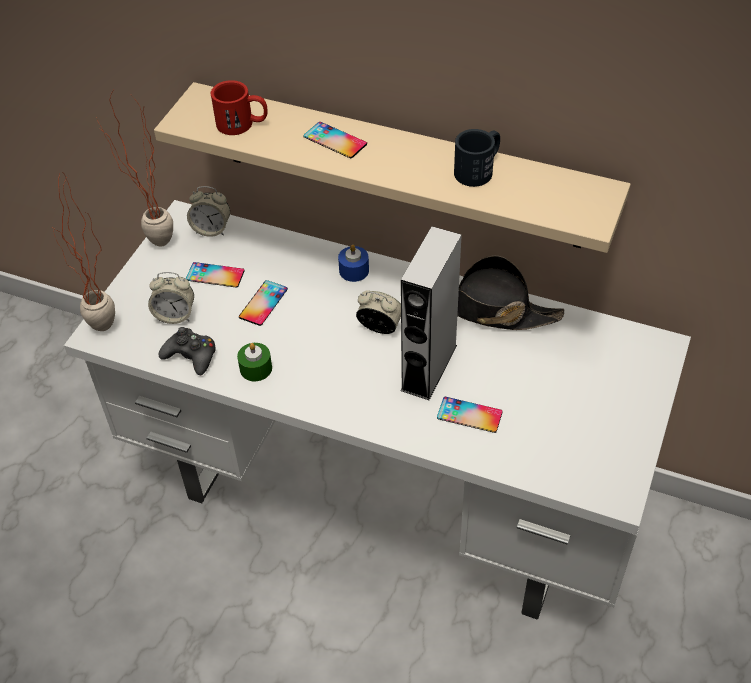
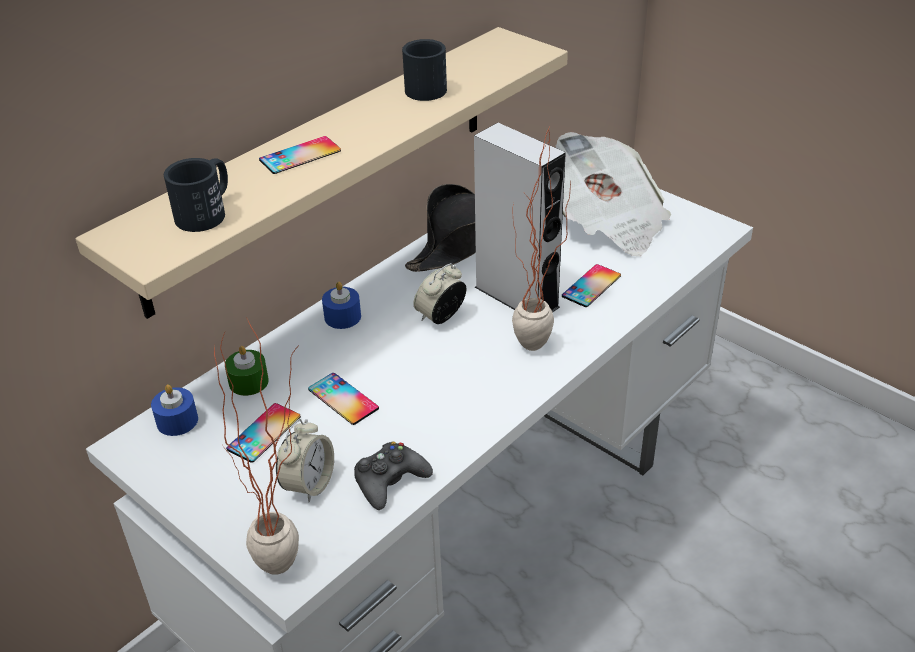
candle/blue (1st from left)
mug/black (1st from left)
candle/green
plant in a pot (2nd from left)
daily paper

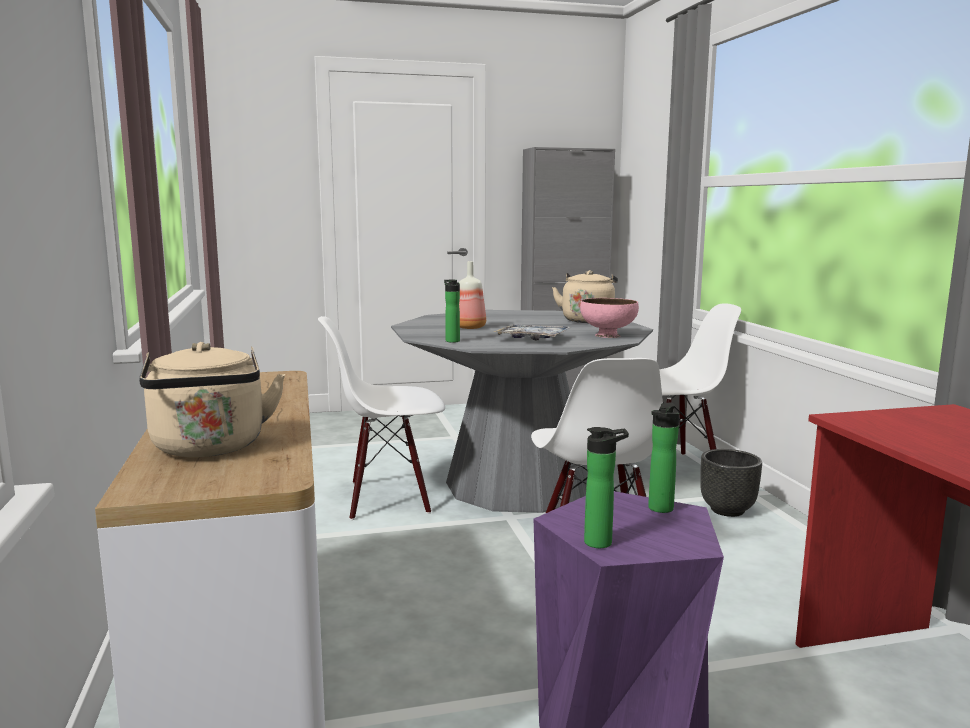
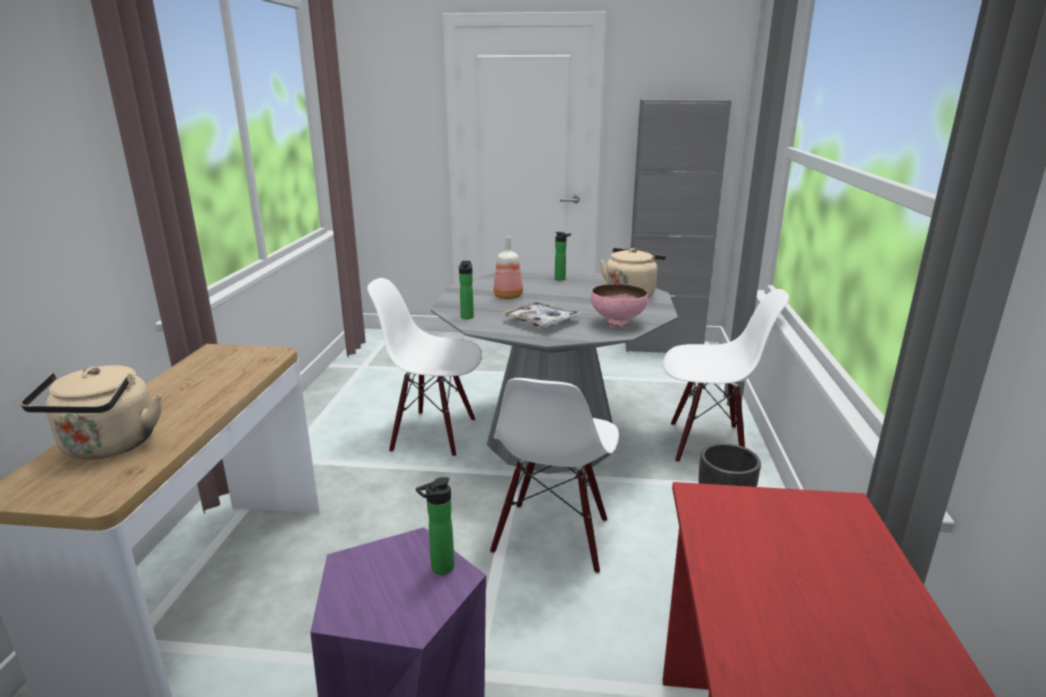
bottle (4th from left)

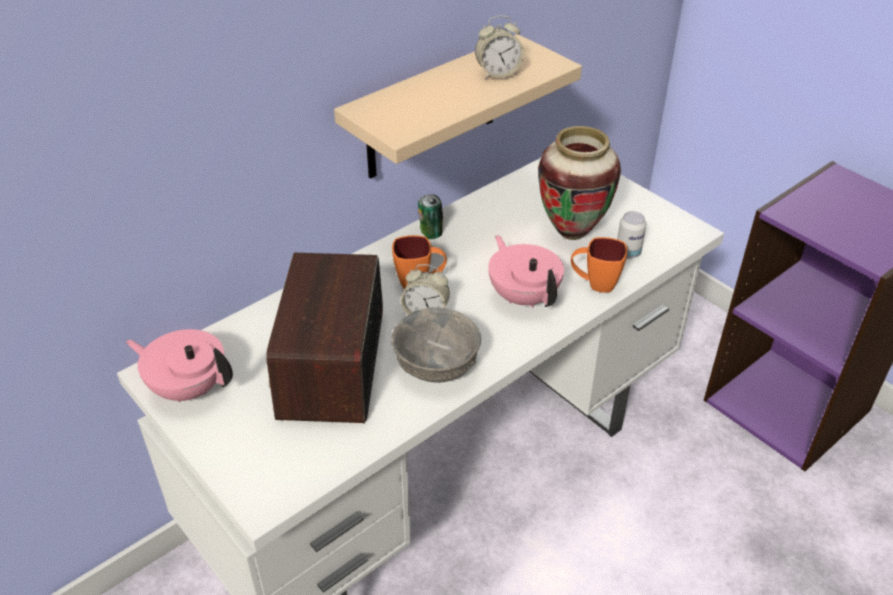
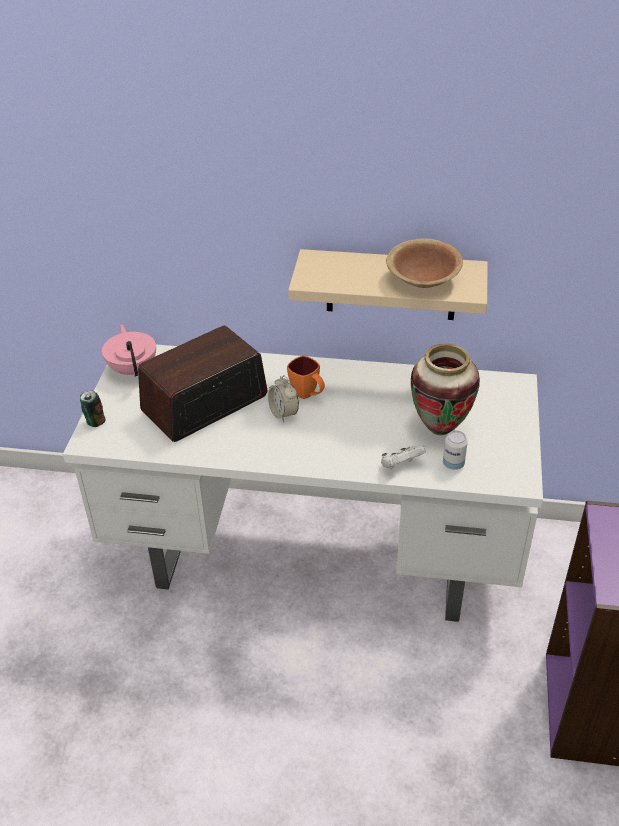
sealed can (1st from left)
game controller/white
deep dish/brown-coloured
deep dish/greyish
teapot/pink-coloured (2nd from left in the first image)

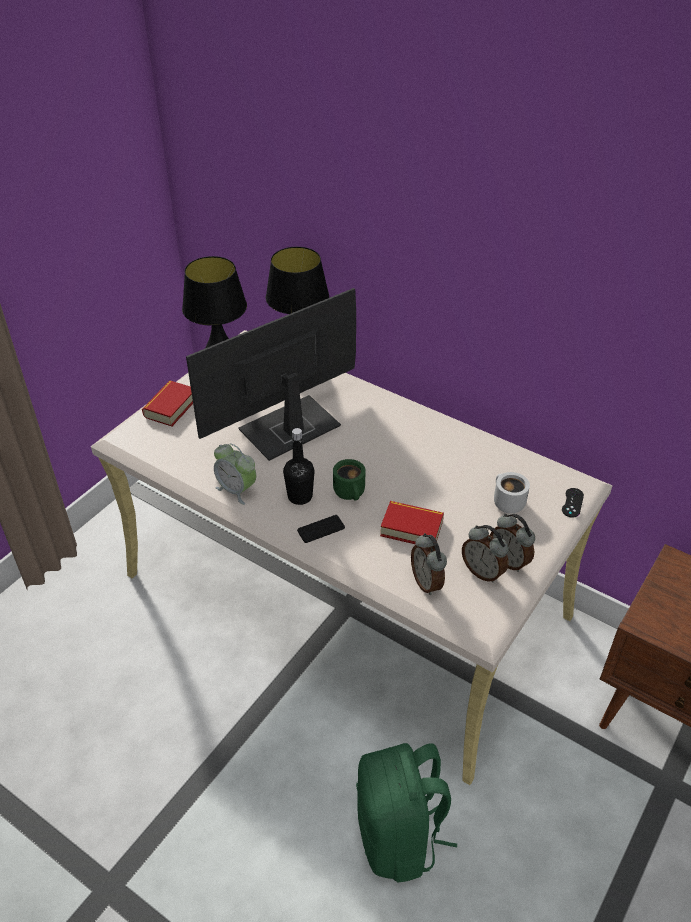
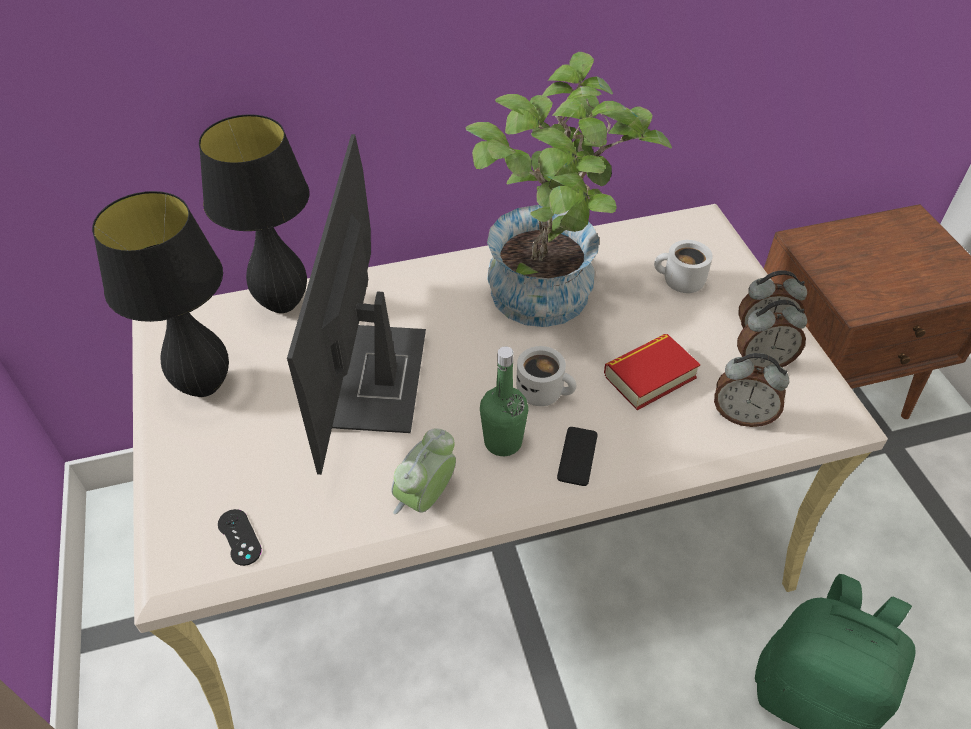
game controller/black
table clock (1st from left)
plant in a pot
bottle/green
mug/white (1st from left)
volume (1st from left in the first image)

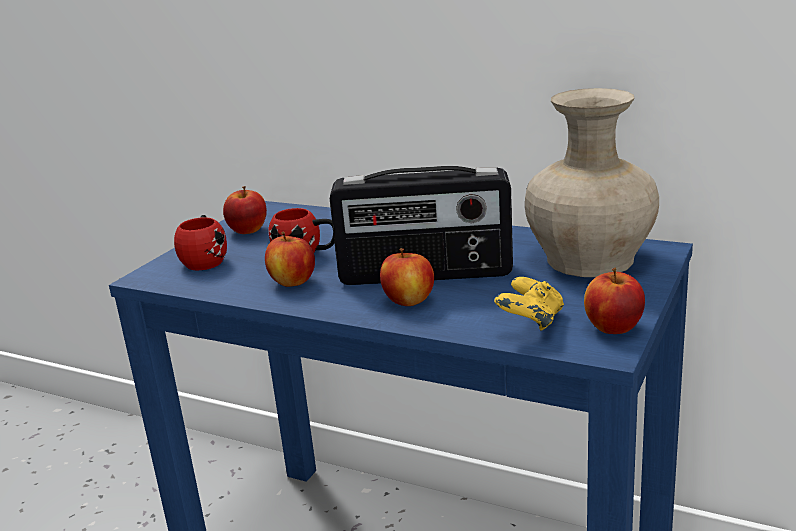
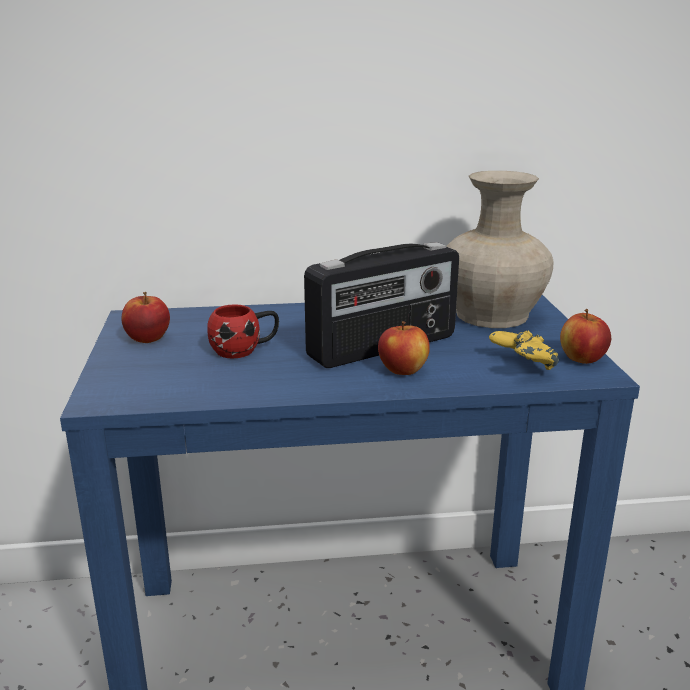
mug/reddish (1st from left in the first image)
apple (2nd from left in the first image)

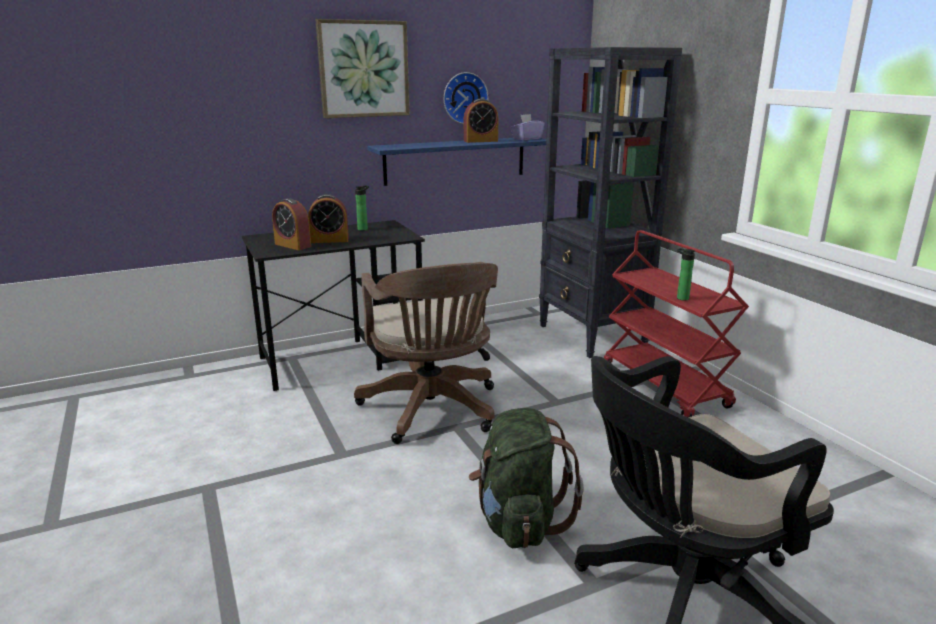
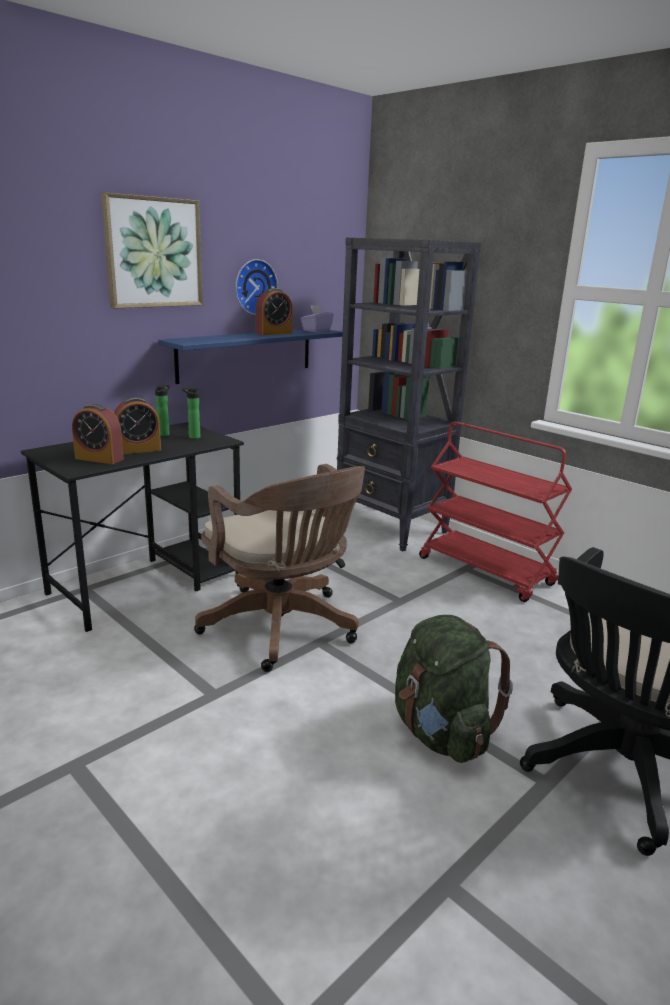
bottle (2nd from left)

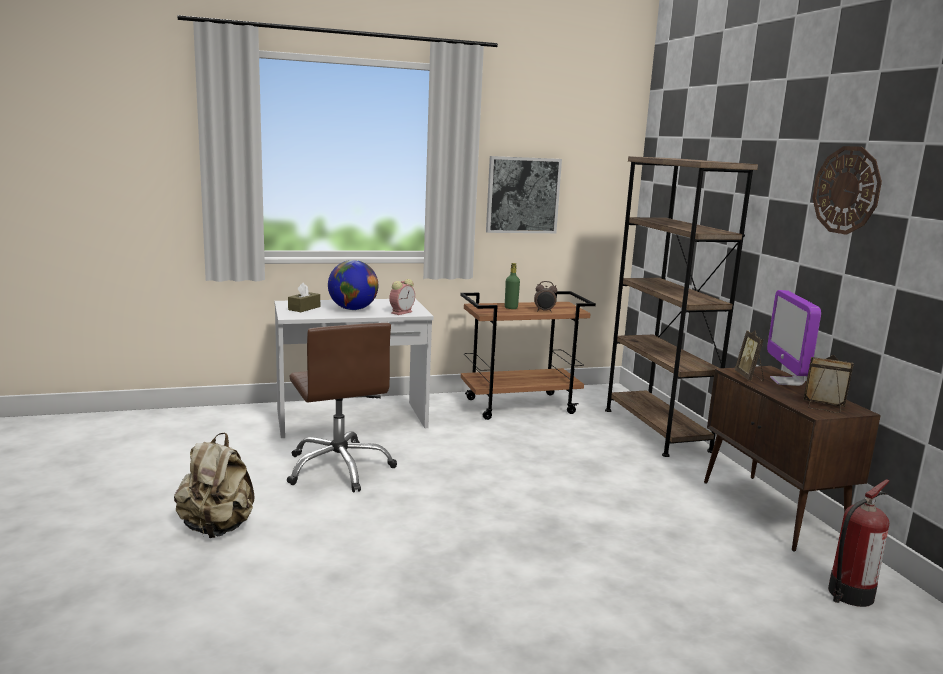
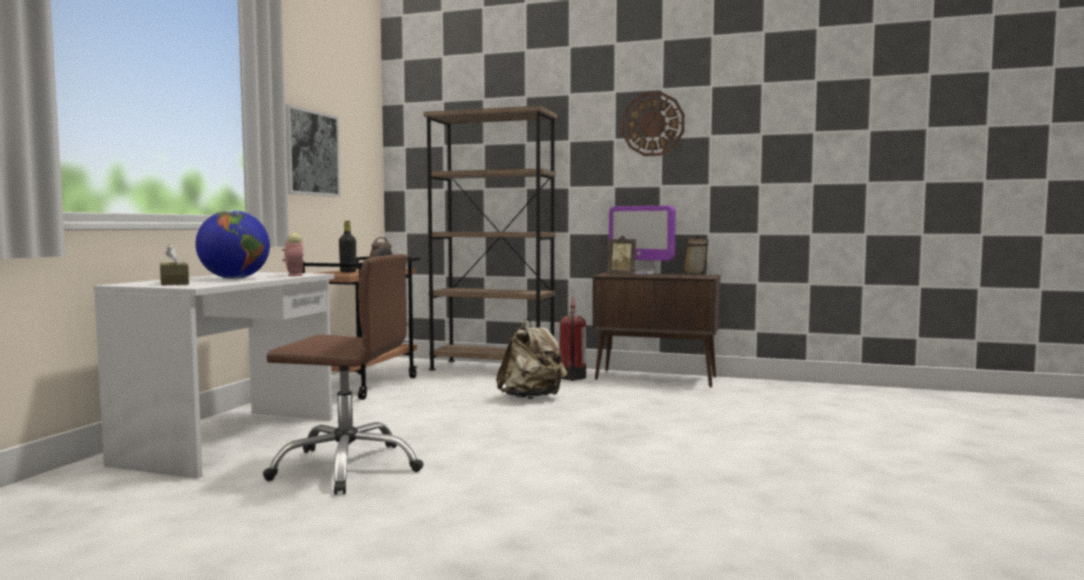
bottle/black
knapsack/sand-coloured
extinguisher

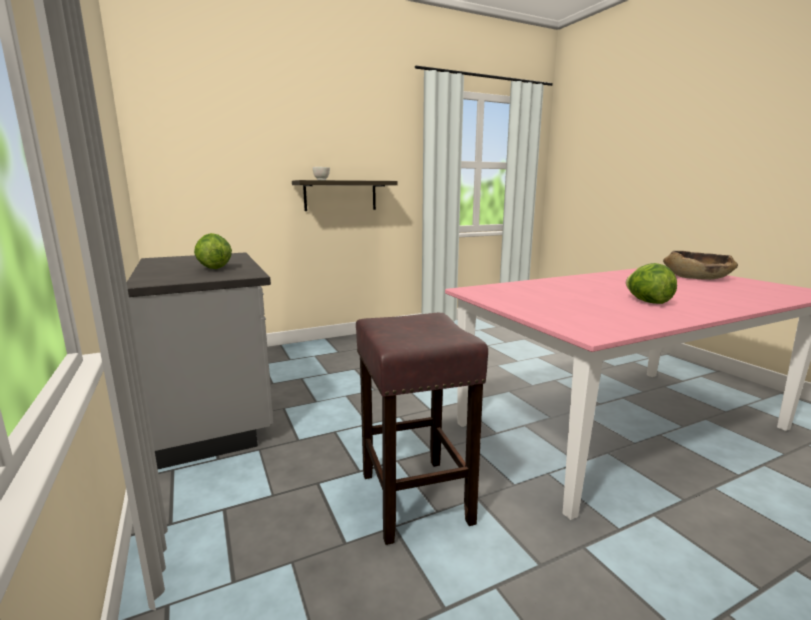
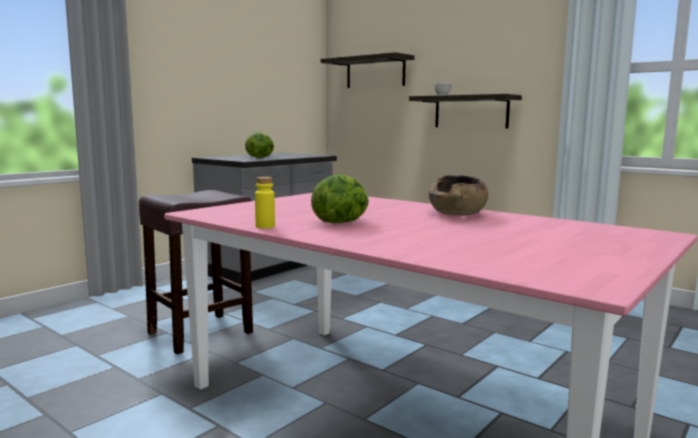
bottle/yellow-coloured
shelf (1st from left)
deep dish/brown-coloured

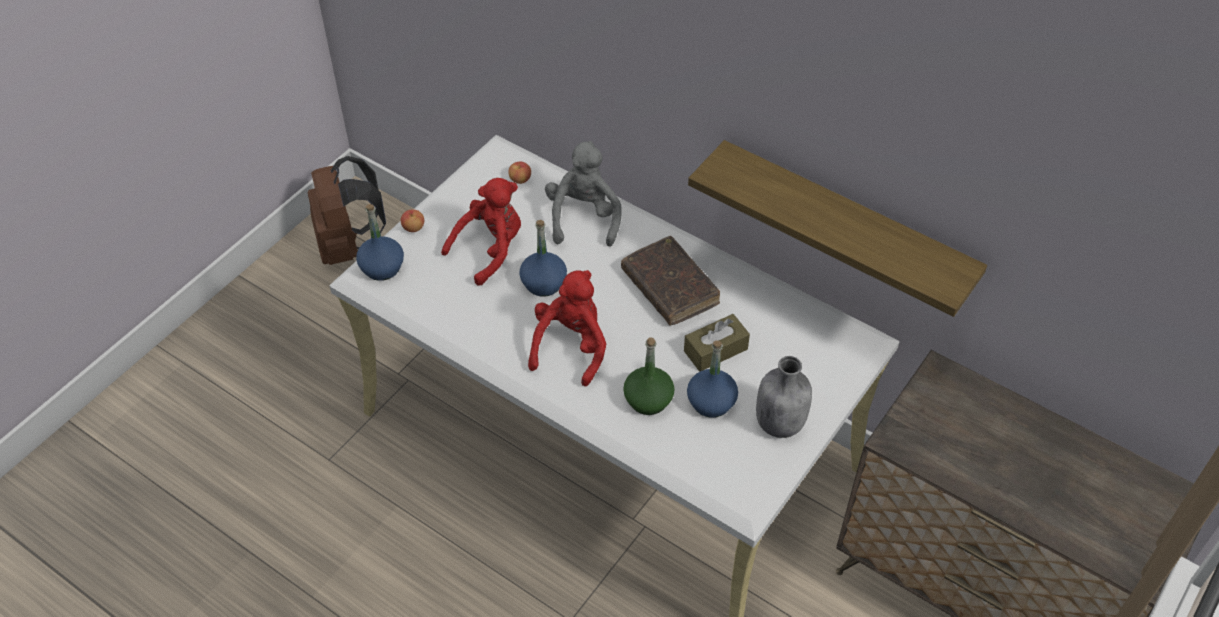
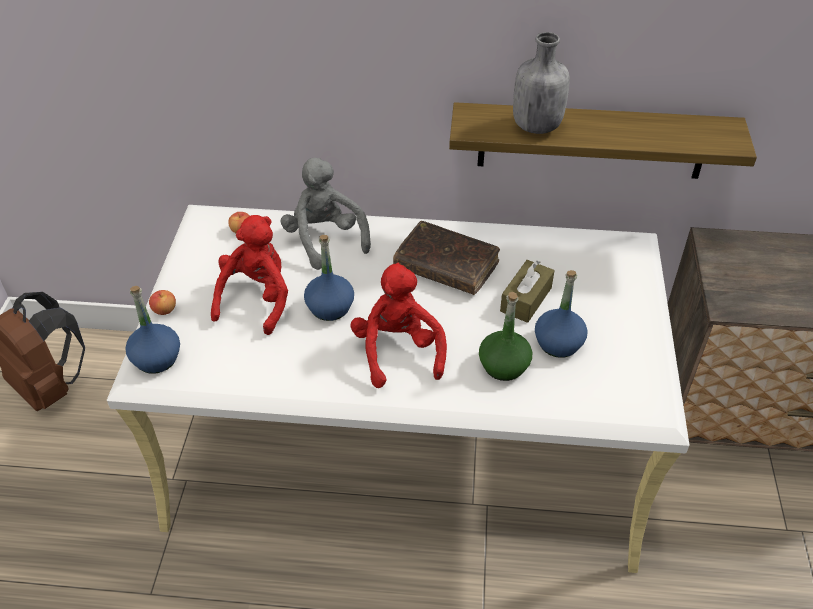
bottle/greyish

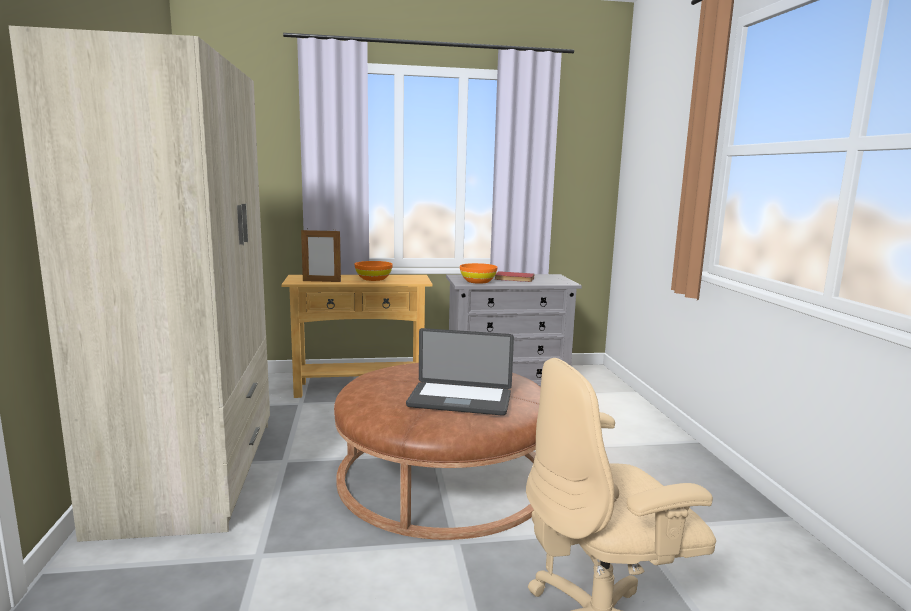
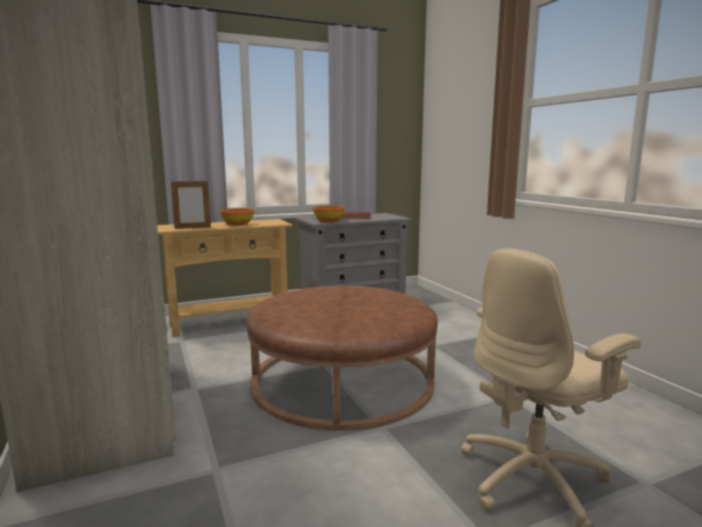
laptop

